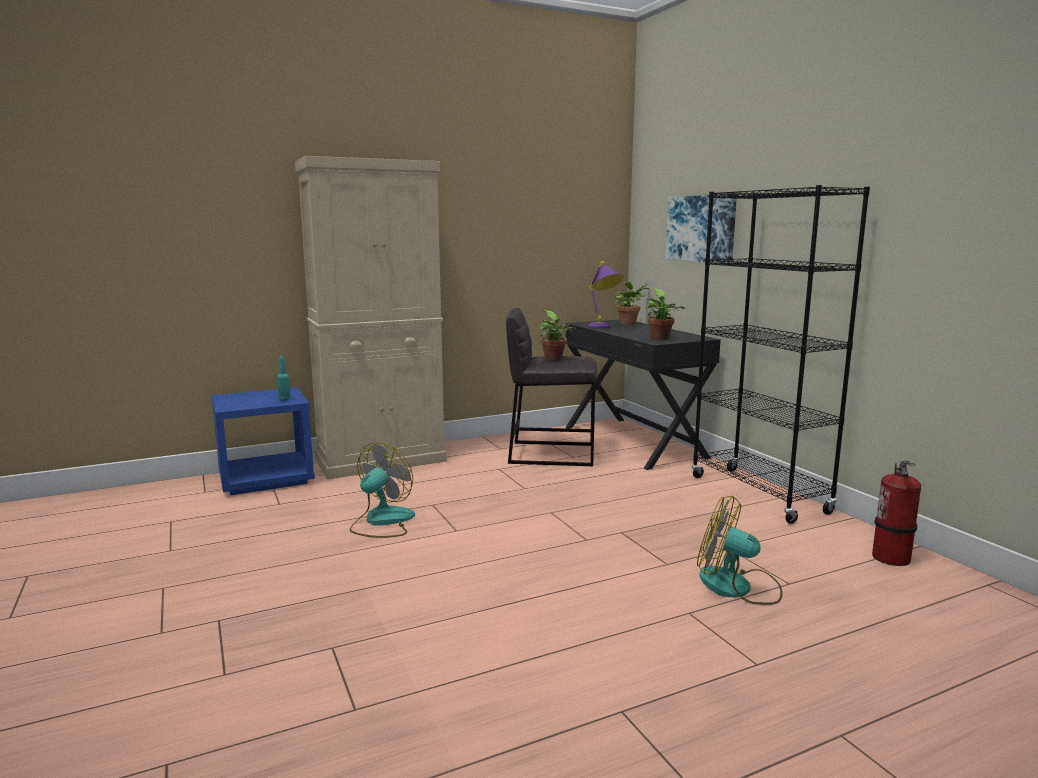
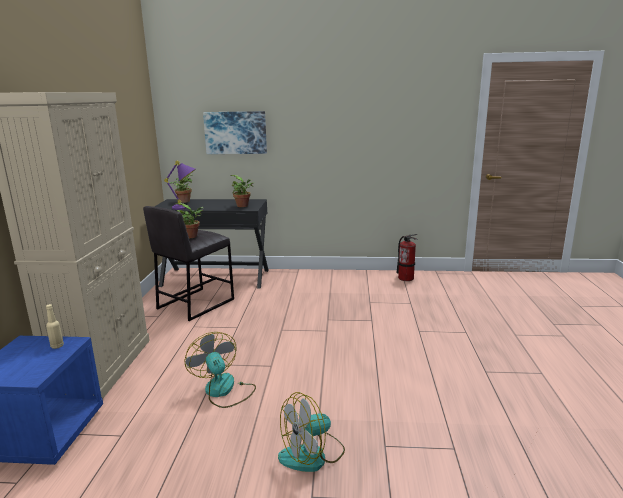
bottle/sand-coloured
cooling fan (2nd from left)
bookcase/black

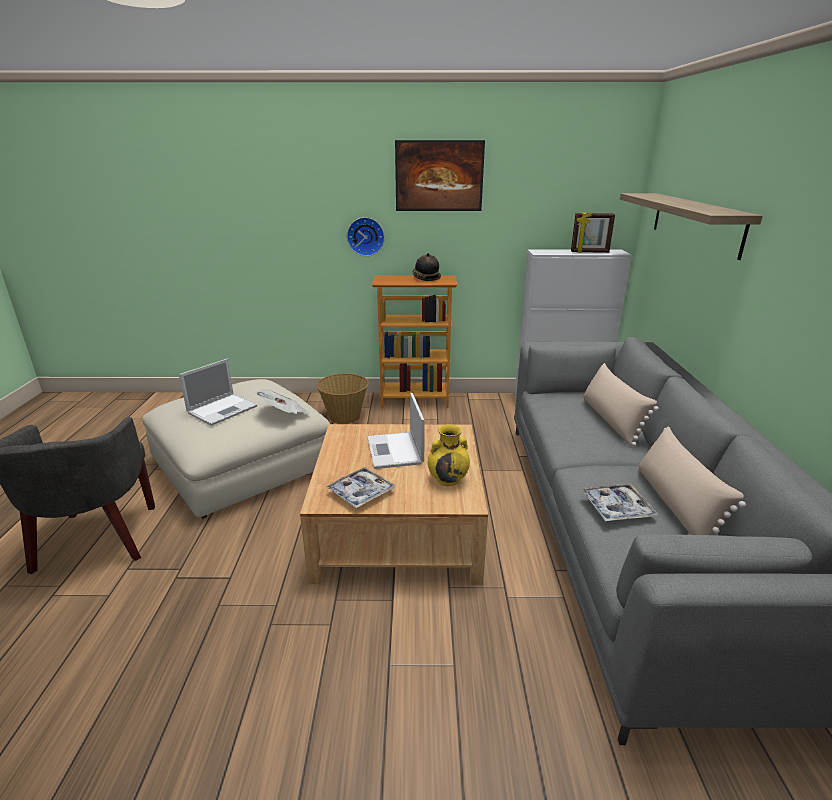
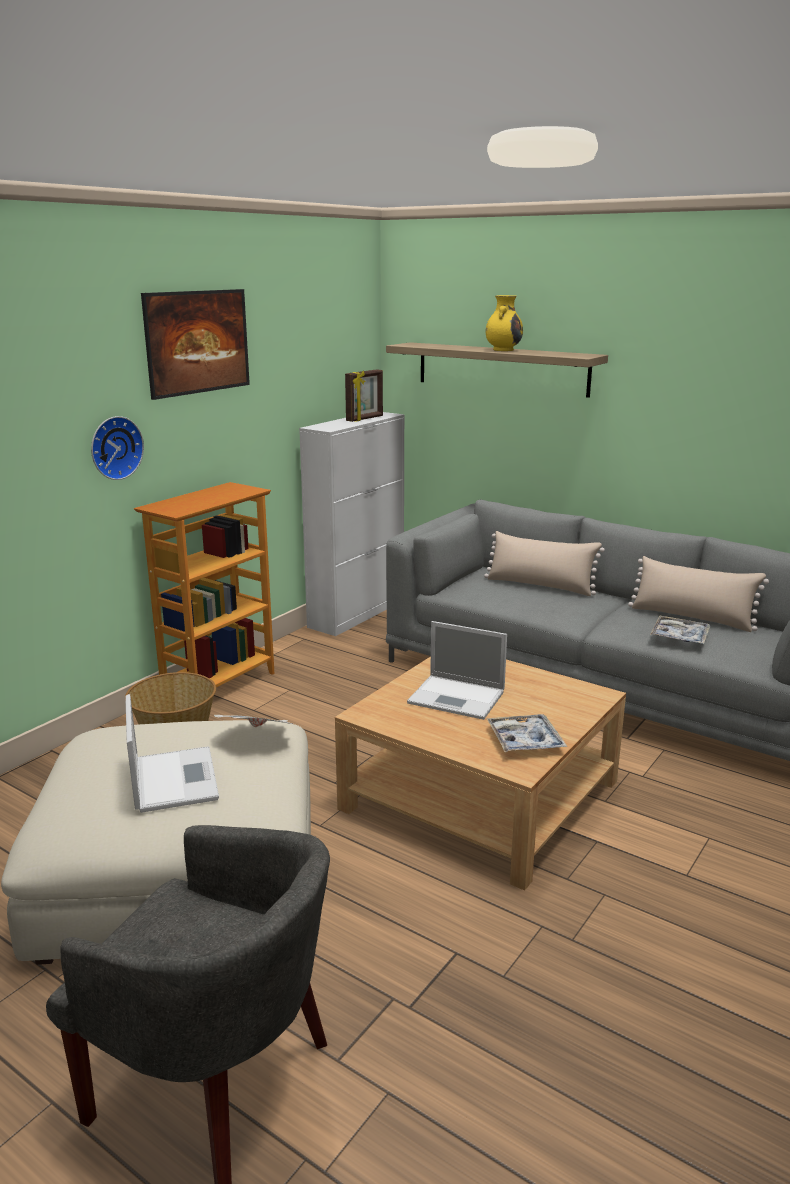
flower vase/yellow-coloured
wearable hat

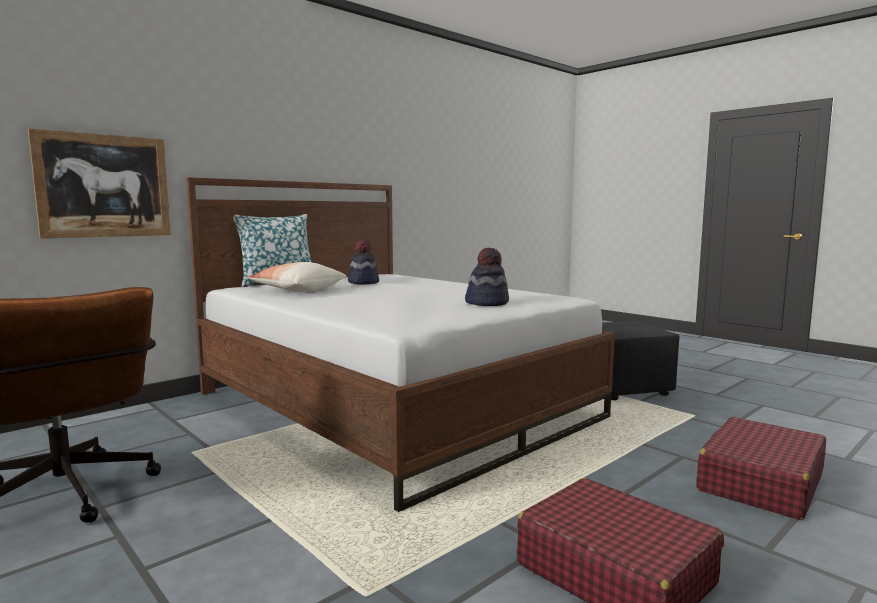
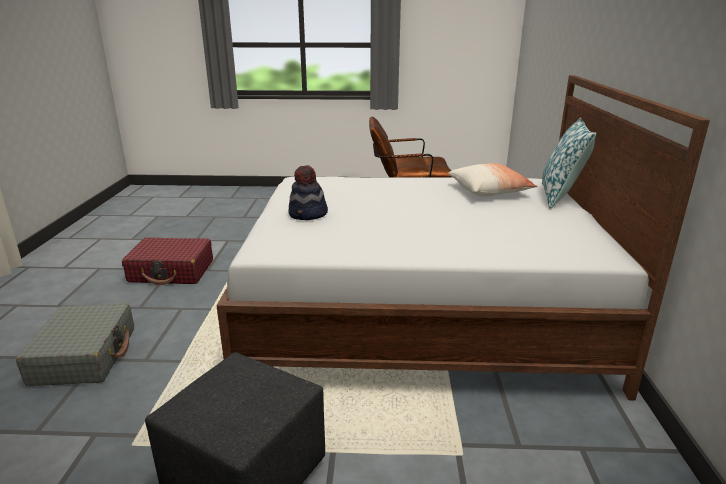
piece of luggage/greyish
wall art
wearable hat (1st from left in the first image)

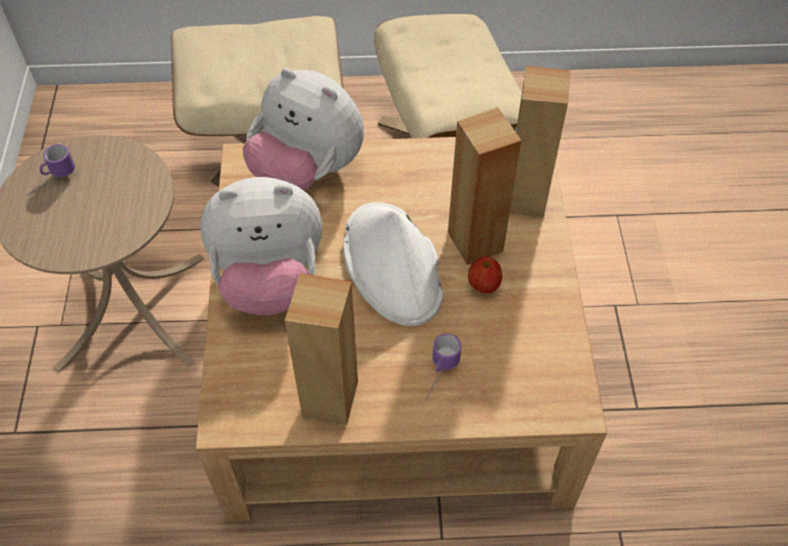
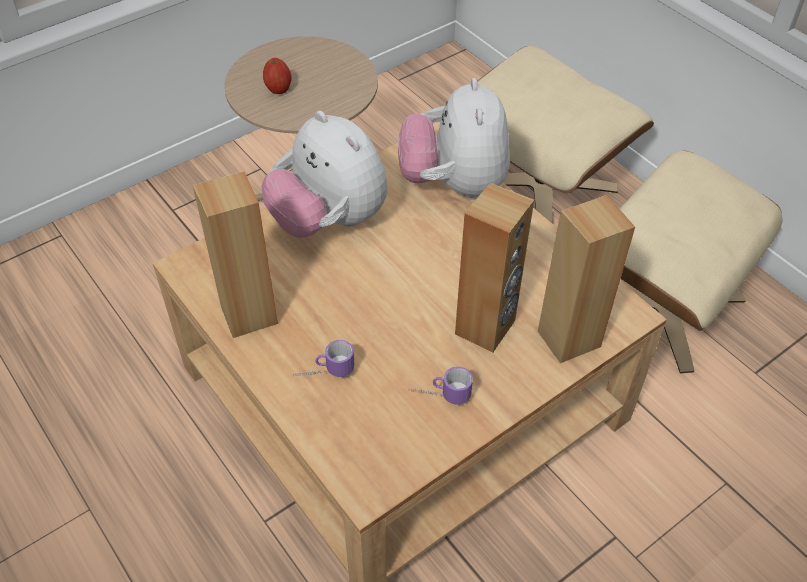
apple
mug (2nd from left)
wearable hat/white

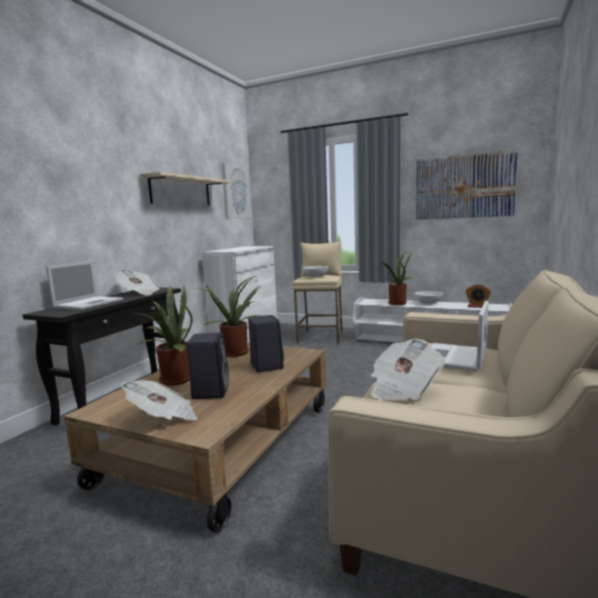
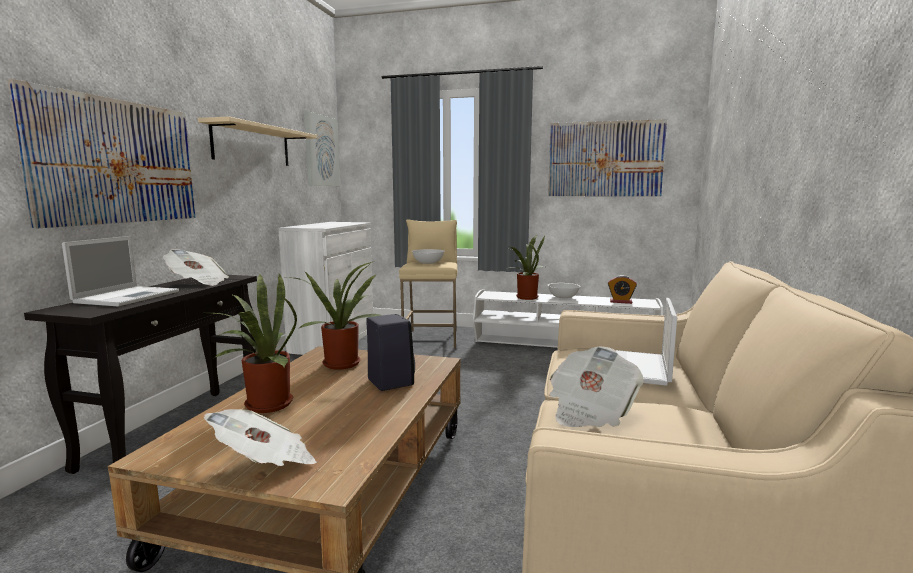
wall art (1st from left)
audio speaker/black (1st from left in the first image)

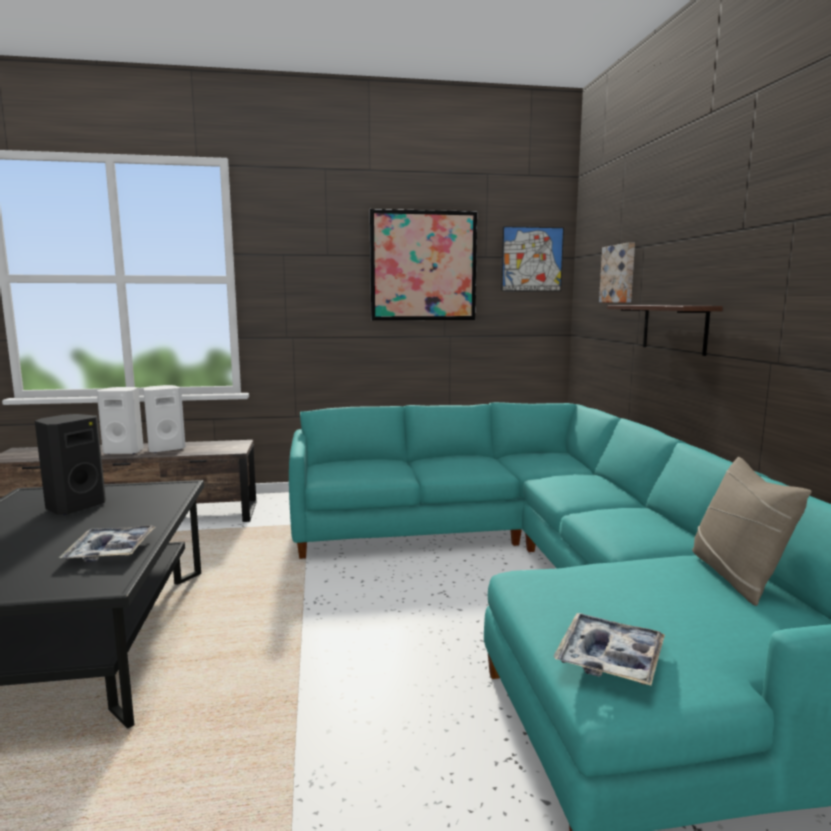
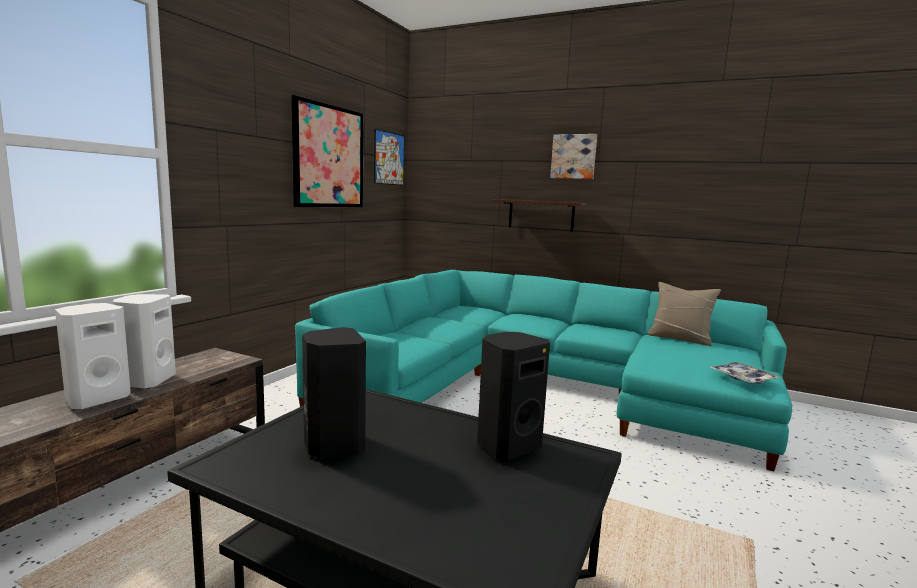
audio speaker/black (2nd from left)
wall art (3rd from left)

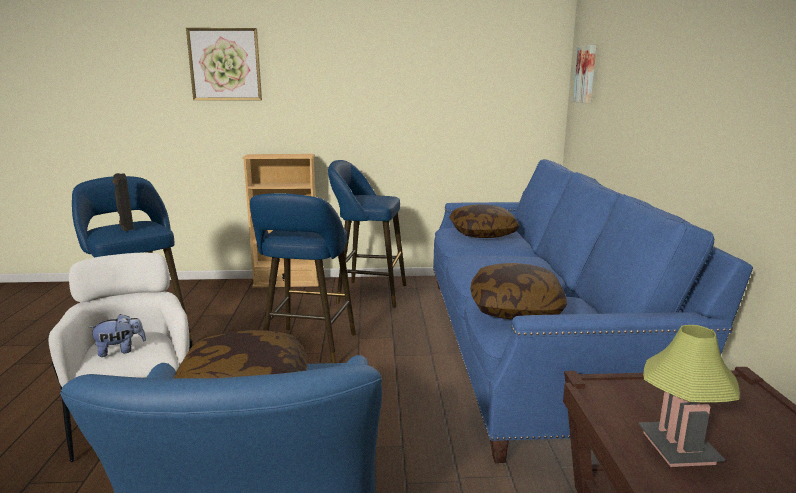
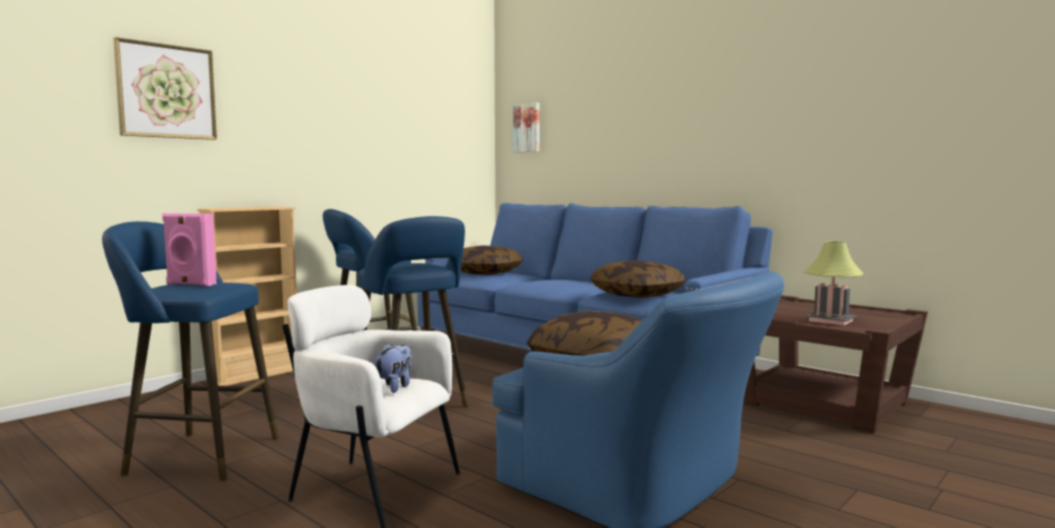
audio speaker/pink-coloured

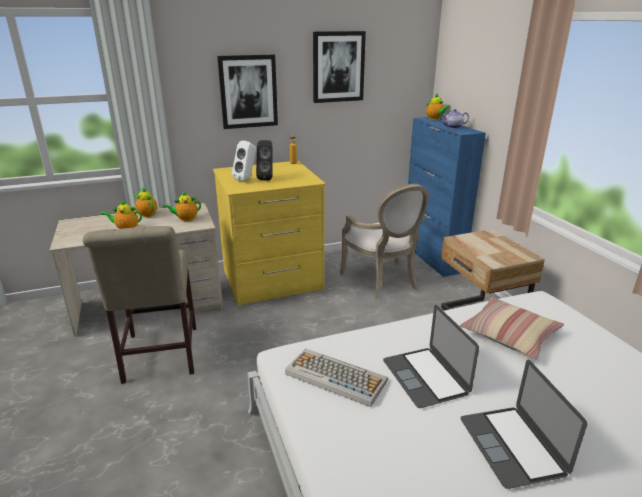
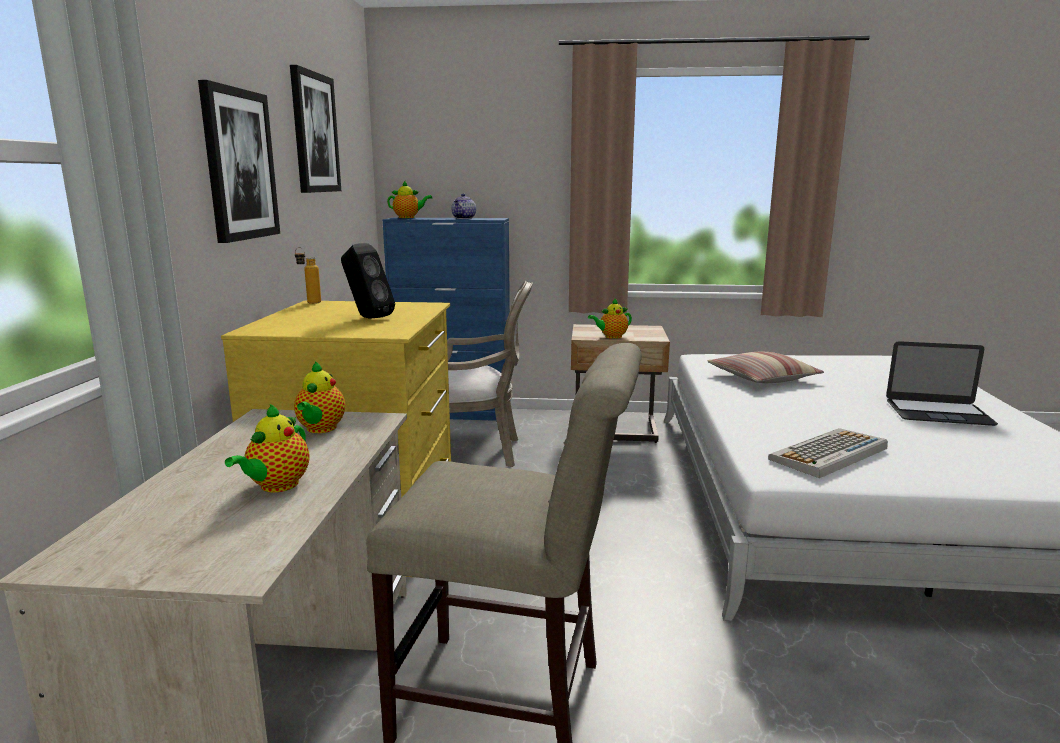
teapot (5th from left)
audio speaker/white
laptop (1st from left in the first image)

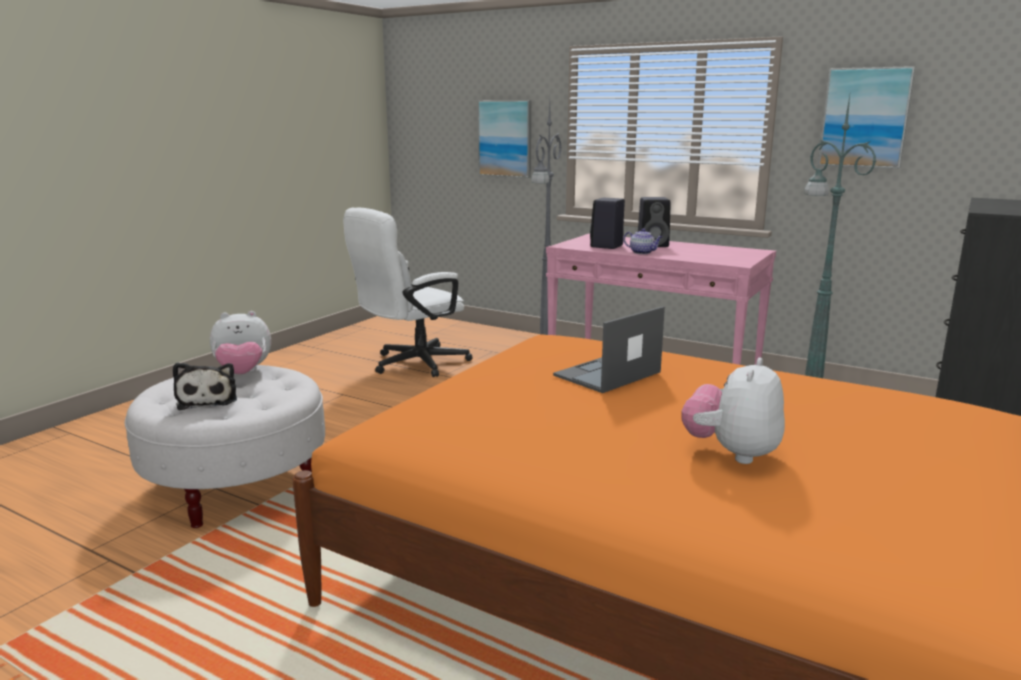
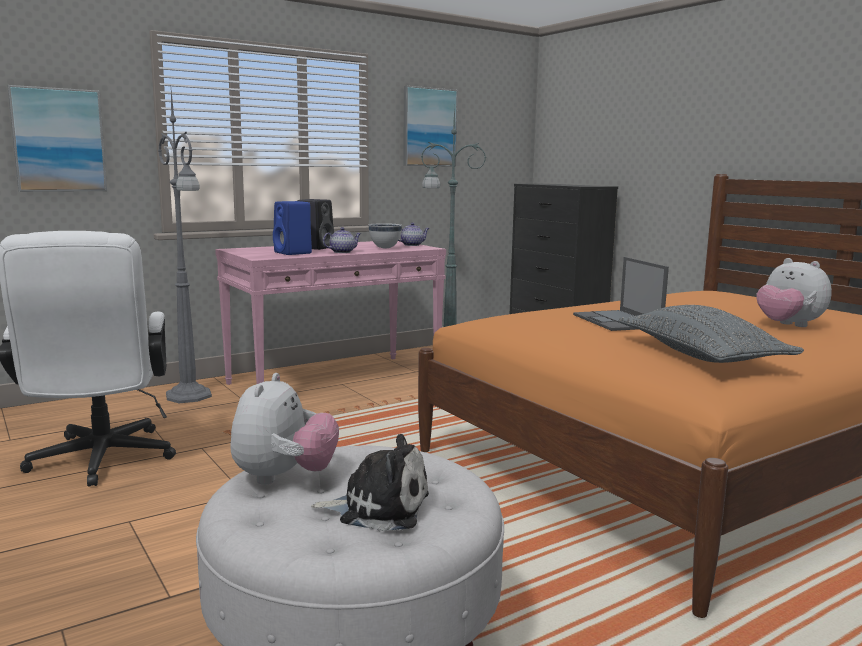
audio speaker/blue
deep dish/white
teapot (2nd from left)
pillow/greyish

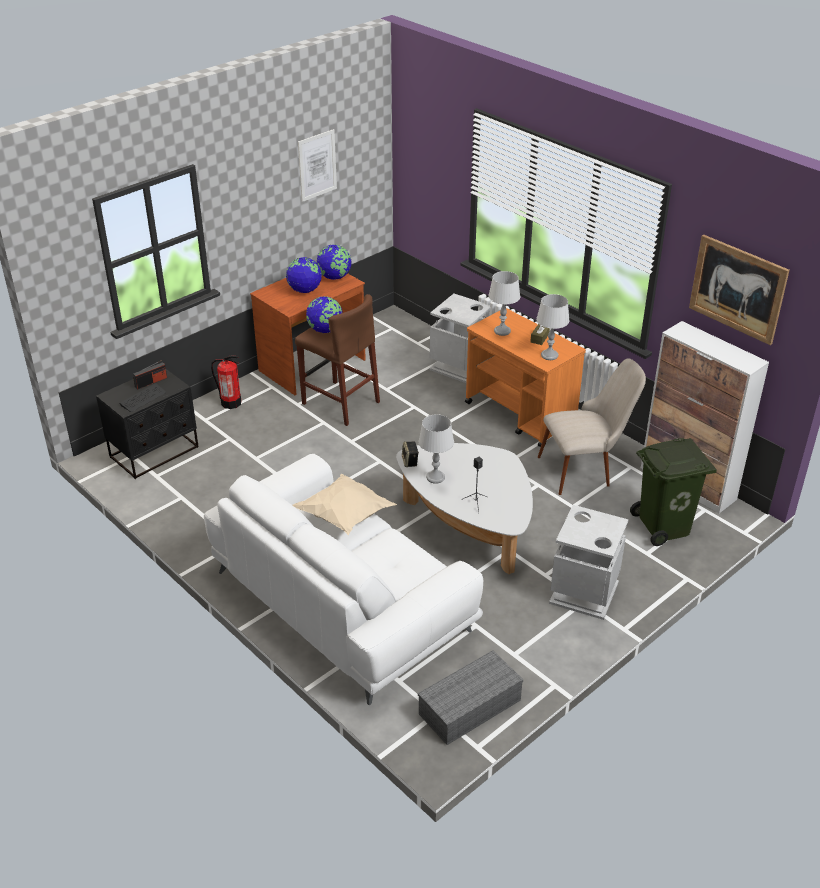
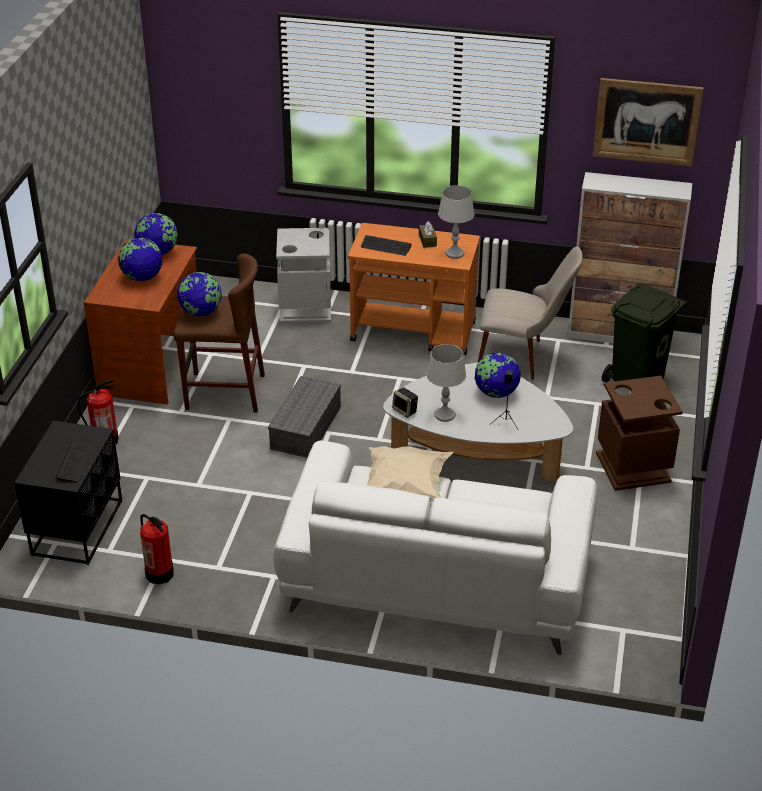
extinguisher (2nd from left)
storage container/greyish
computer keyboard (2nd from left)
desk globe (4th from left)
chair/sand-coloured
waste bin/brown-coloured
radio set
wall art (1st from left in the first image)

